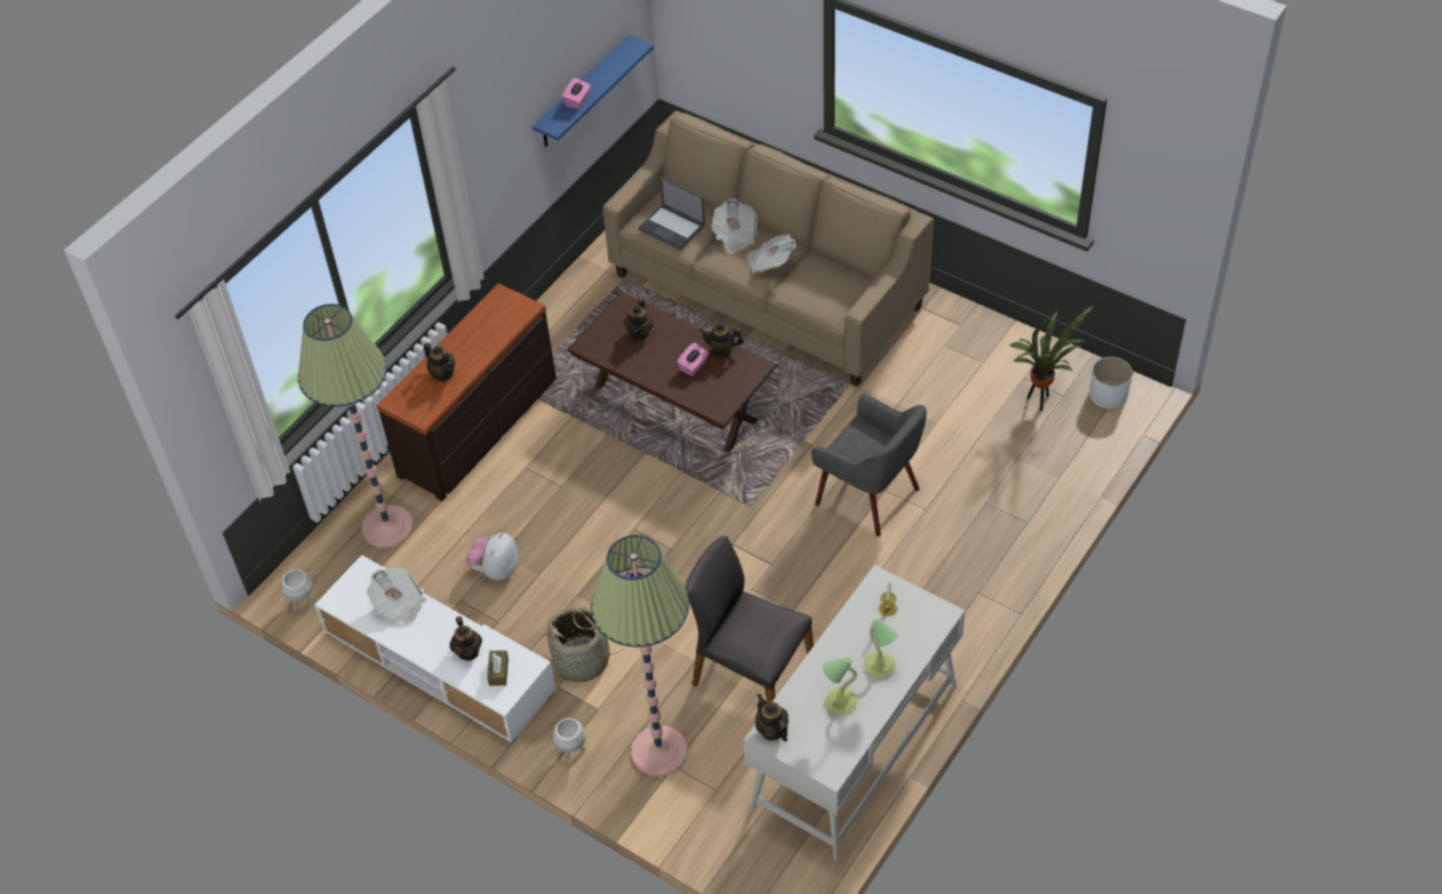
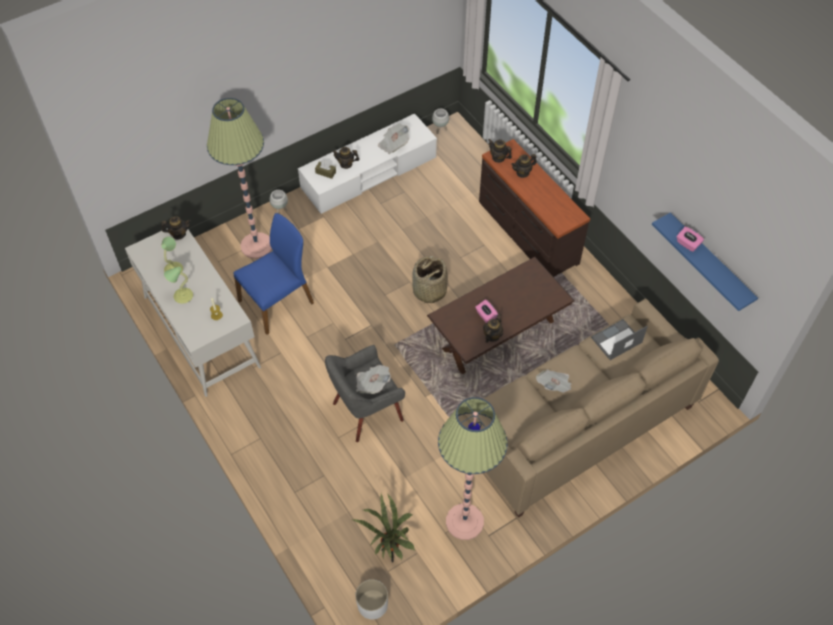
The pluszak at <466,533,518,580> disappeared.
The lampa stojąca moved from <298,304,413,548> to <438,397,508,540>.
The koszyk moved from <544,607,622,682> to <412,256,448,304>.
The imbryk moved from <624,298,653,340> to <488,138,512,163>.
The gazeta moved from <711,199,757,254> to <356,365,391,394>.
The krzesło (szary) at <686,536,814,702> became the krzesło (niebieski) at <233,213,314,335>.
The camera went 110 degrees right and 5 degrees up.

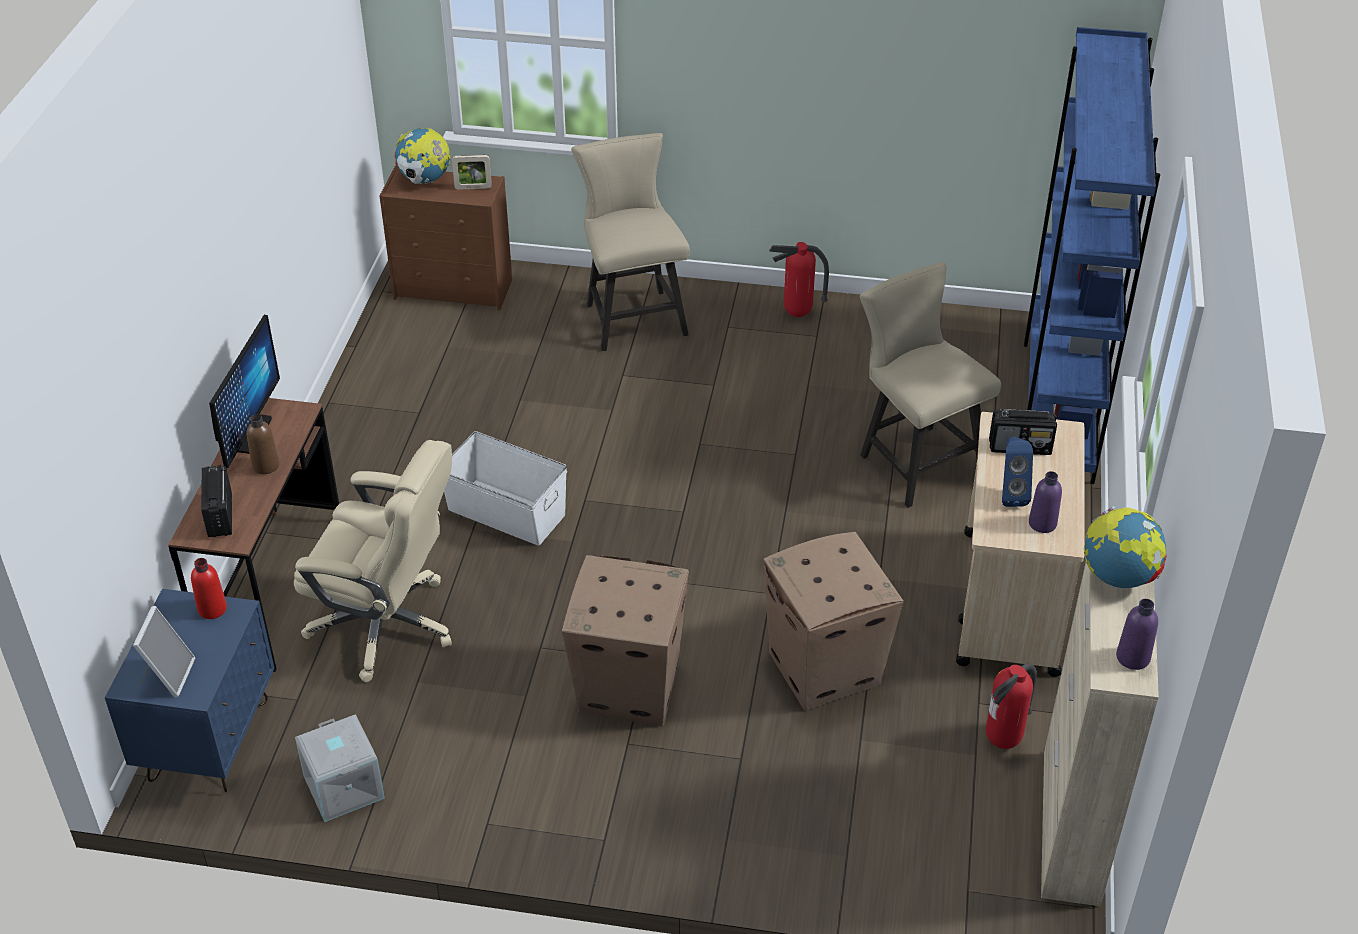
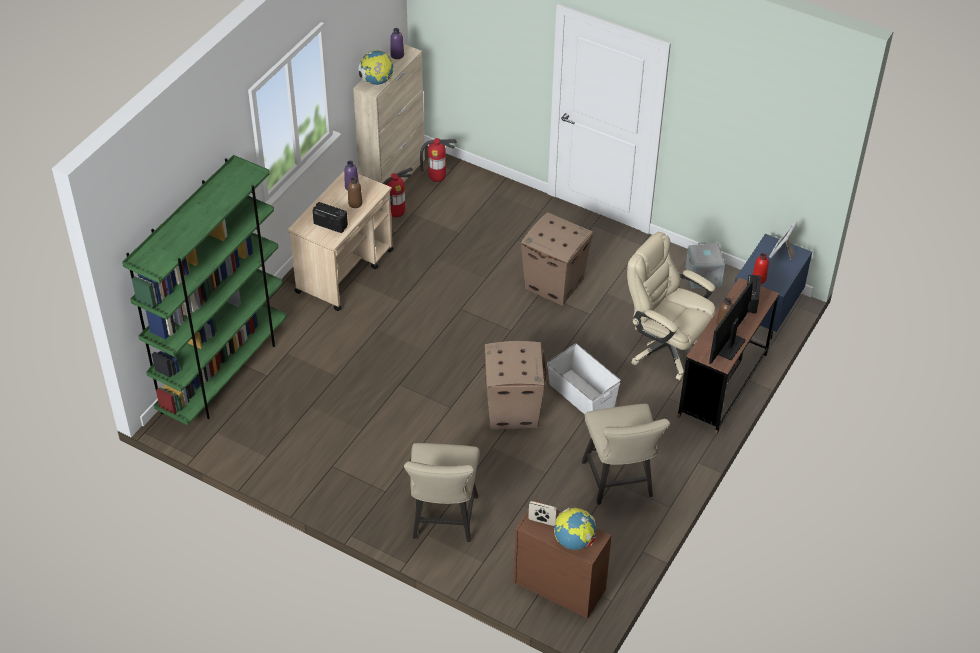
The karton moved from <763,532,904,710> to <485,341,547,430>.
The gaśnica moved from <769,242,829,317> to <420,138,457,182>.
The krzesło (beżowy) moved from <860,262,1001,508> to <582,404,670,505>.
The głośnik (niebieski) at <1002,437,1033,507> was replaced by the butelka (brązowy) at <348,177,363,208>.
The regał (niebieski) at <1024,27,1160,484> became the regał (zielony) at <122,155,287,425>.
The camera went 160 degrees left and 5 degrees up.

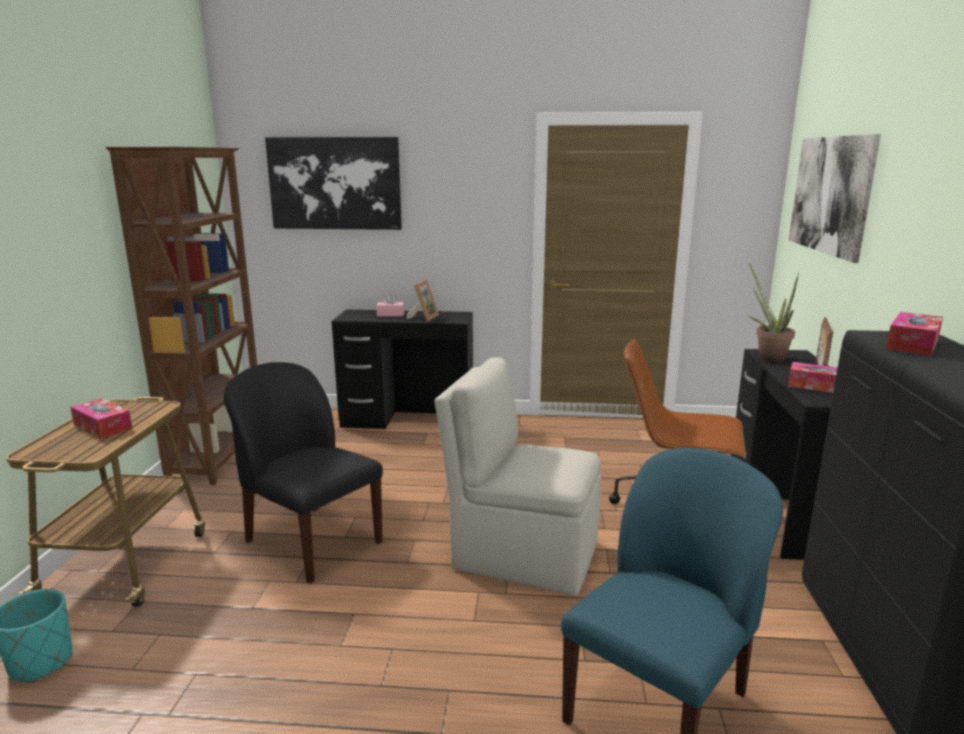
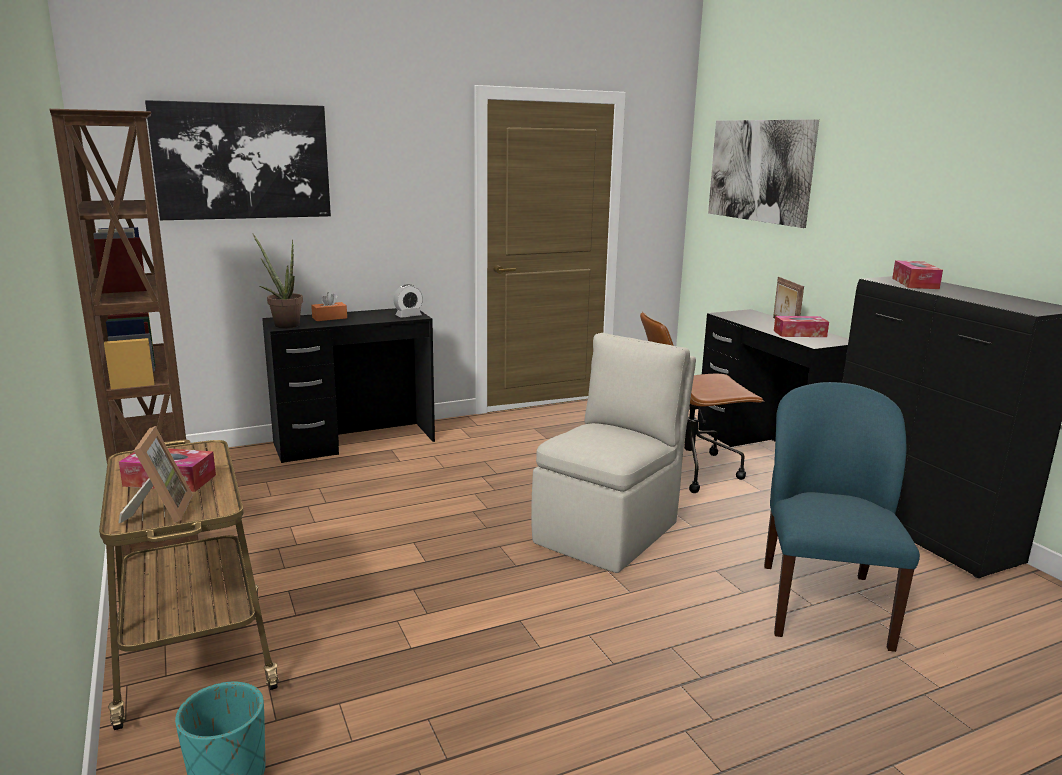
The krzesło (czarny) at <224,362,383,584> disappeared.
The budzik at <394,284,423,318> appeared.
The ramka na zdjęcie moved from <406,280,439,321> to <118,426,193,523>.
The roślina doniczkowa moved from <748,263,799,363> to <252,233,303,329>.
The pudełko chusteczek (różowy) at <376,293,405,316> became the pudełko chusteczek (pomarańczowy) at <311,292,347,321>.
The krzesło (beżowy) at <434,357,601,596> turned 135 degrees clockwise.
The camera went 30 degrees left and 0 degrees up.

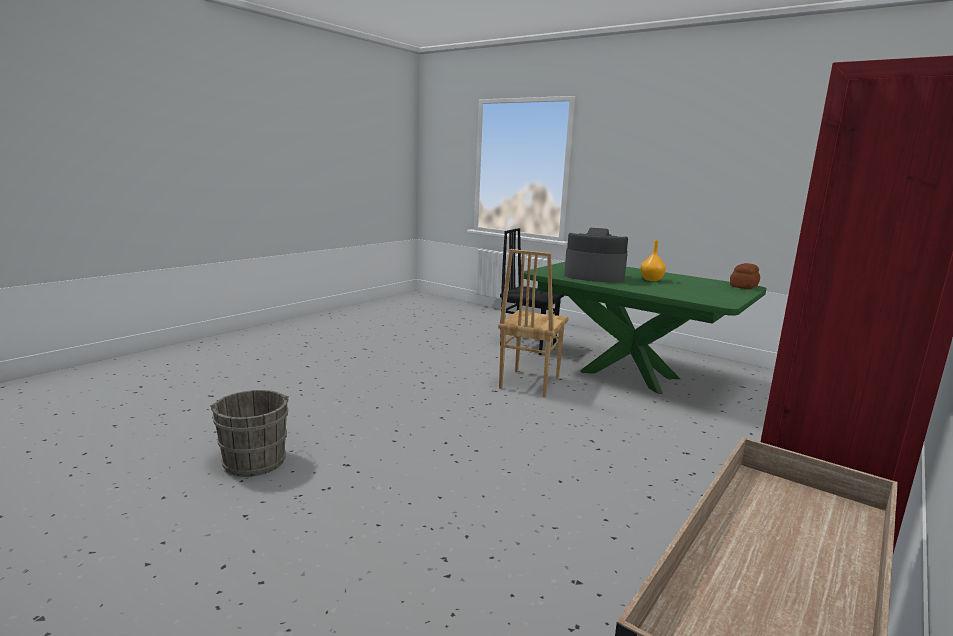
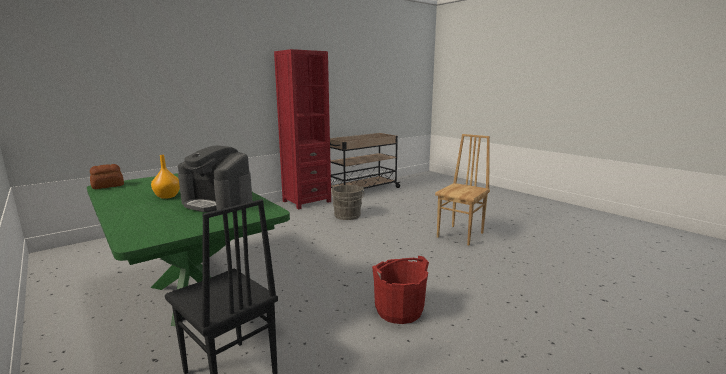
The wiadro (czerwony) at <372,256,429,324> appeared.
The wiadro (szary) moved from <210,390,289,477> to <331,185,364,220>.
The krzesło (brązowy) moved from <498,249,568,397> to <435,134,490,246>.
The camera went 165 degrees left and 0 degrees up.

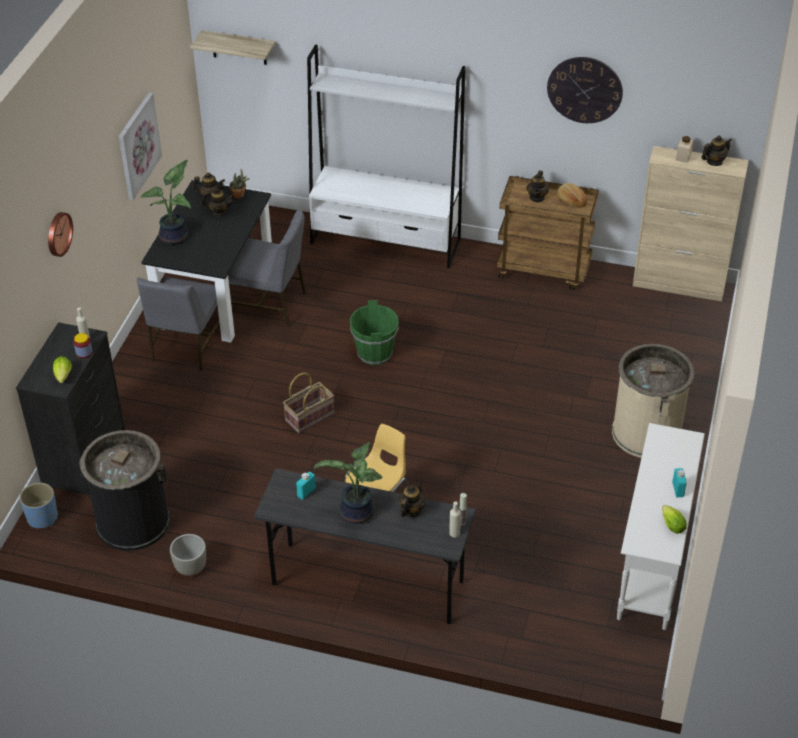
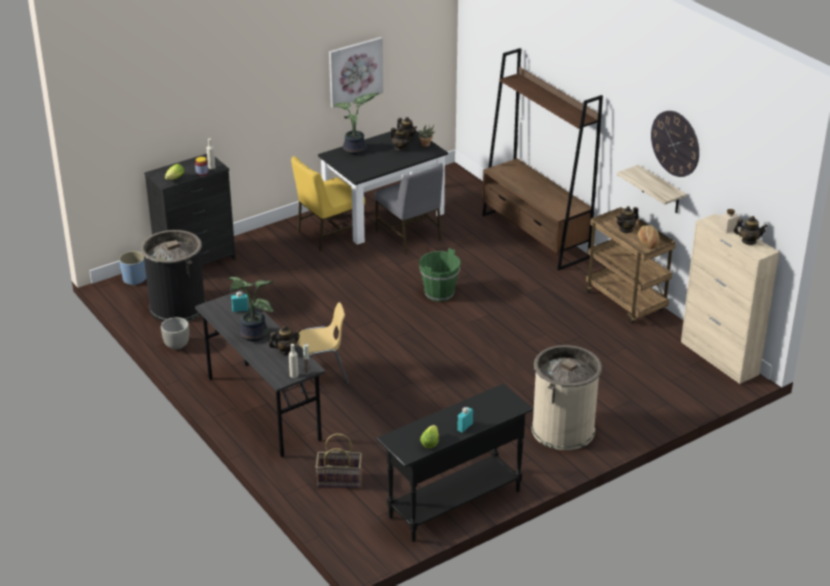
The zegar ścienny at <48,212,73,257> disappeared.
The półka moved from <190,30,275,65> to <617,165,687,213>.
The koszyk moved from <283,373,334,433> to <316,433,362,487>.
The krzesło (szary) at <137,277,220,371> became the krzesło (żółty) at <291,156,365,251>.
The regał (biały) at <307,44,465,268> became the regał (brązowy) at <482,48,603,271>.
The stolik konsolowy (biały) at <617,423,705,630> became the stolik konsolowy (czarny) at <376,383,534,542>.
The camera went 40 degrees right and 10 degrees down.

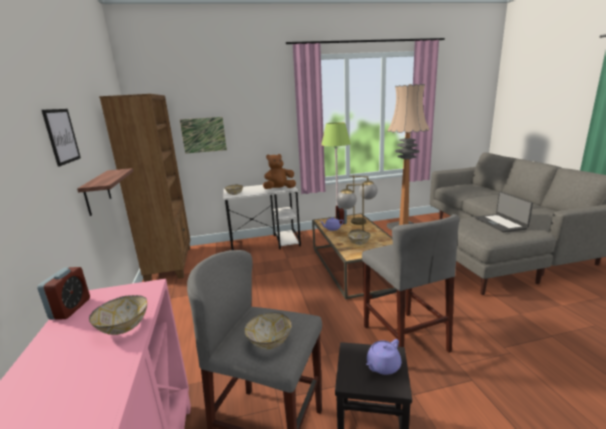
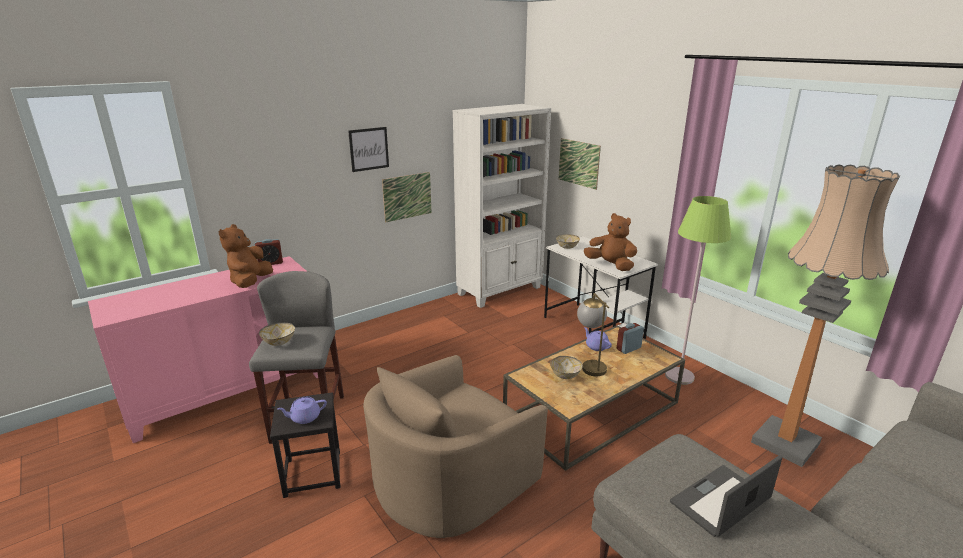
The lampa stołowa at <349,175,378,225> disappeared.
The półka at <77,168,133,216> was replaced by the obraz at <382,172,432,222>.
The miska at <89,295,147,335> was replaced by the pluszak (brązowy) at <219,224,273,288>.
The stołek (szary) at <362,214,459,353> was replaced by the fotel (beżowy) at <363,355,548,538>.
The regał (brązowy) at <99,94,190,282> became the regał (biały) at <452,104,551,308>.
The imbryk (fioletowy) at <366,339,401,375> turned 45 degrees counterclockwise.
The camera went 65 degrees right and 5 degrees up.

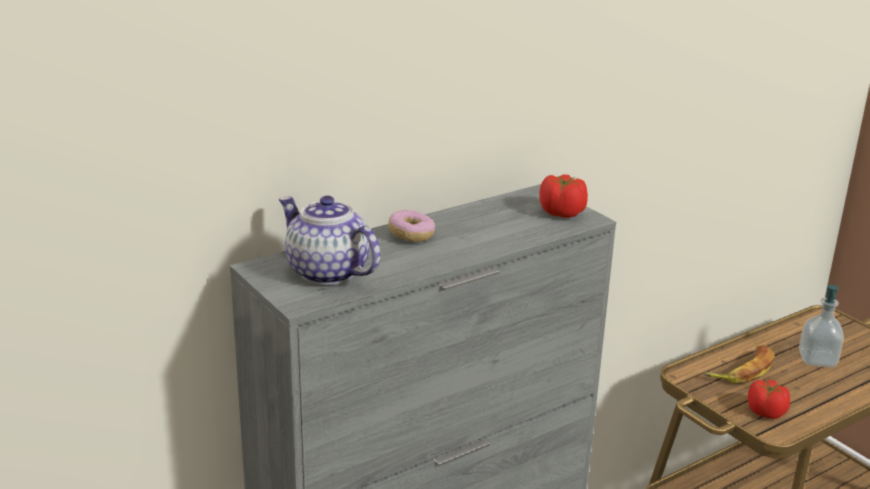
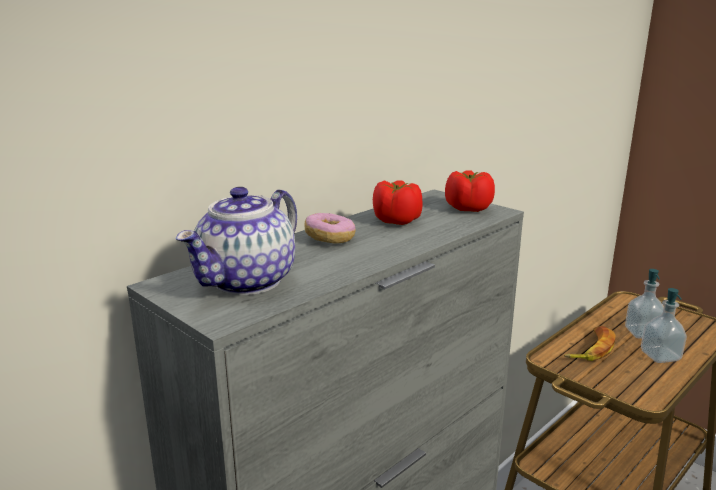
The dozownik mydła at <641,288,687,363> appeared.
The pomidor moved from <748,380,790,419> to <373,180,423,225>.
The imbryk at <279,195,381,285> turned 90 degrees counterclockwise.
The camera went 10 degrees left and 5 degrees down.

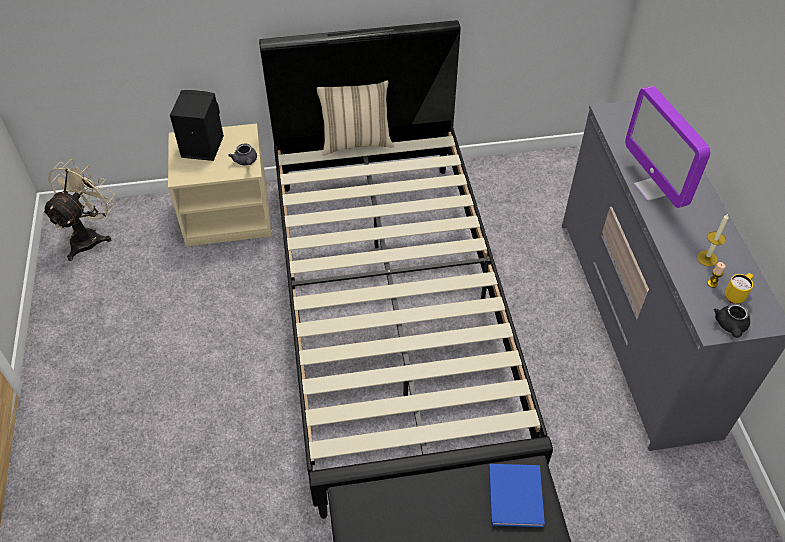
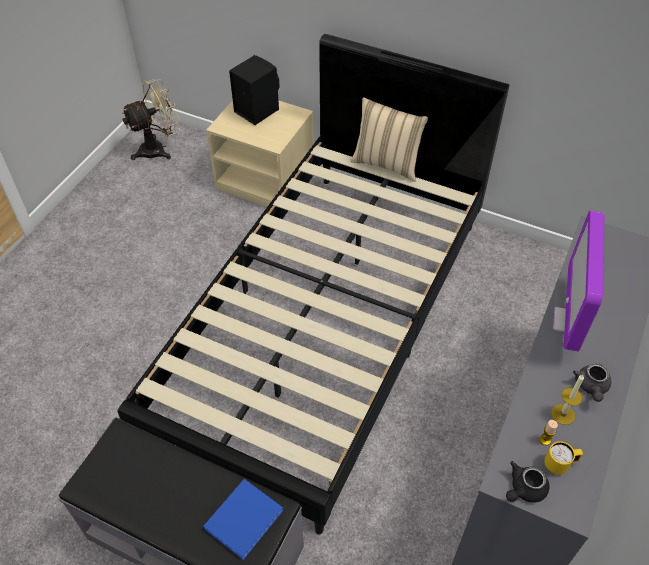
The imbryk (szary) moved from <228,143,257,165> to <573,363,611,402>.
The camera went 35 degrees right and 0 degrees up.

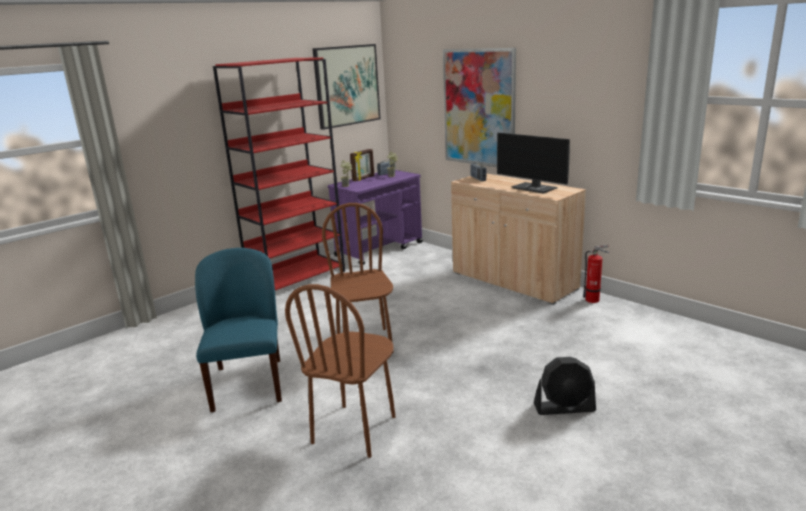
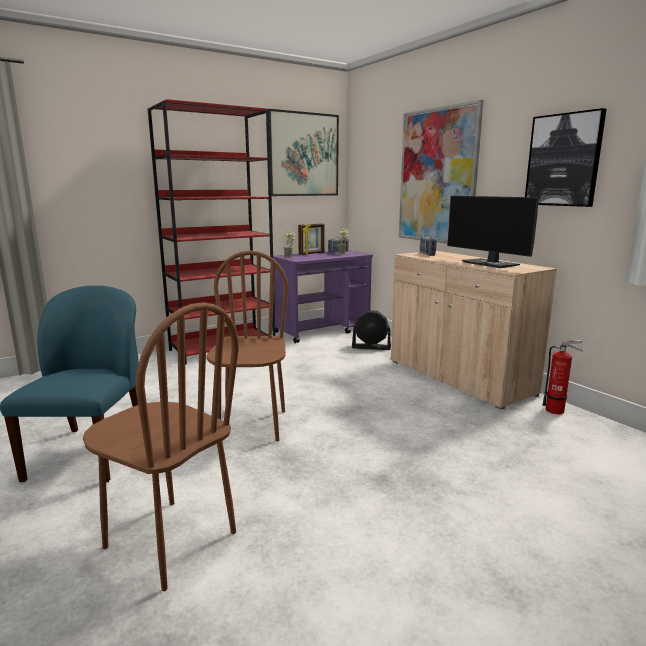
The obraz at <525,108,607,207> appeared.
The wentylator (czarny) moved from <534,357,596,415> to <352,310,391,350>.
The krzesło (brązowy) at <285,284,396,458> turned 90 degrees counterclockwise.
The camera went 10 degrees right and 5 degrees down.

